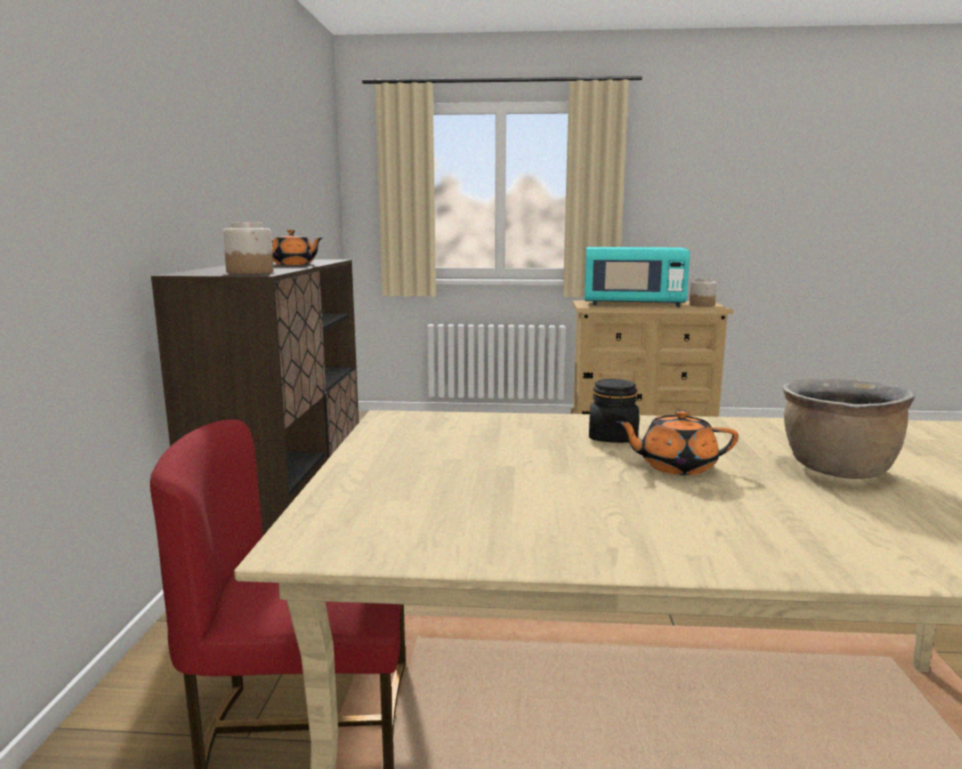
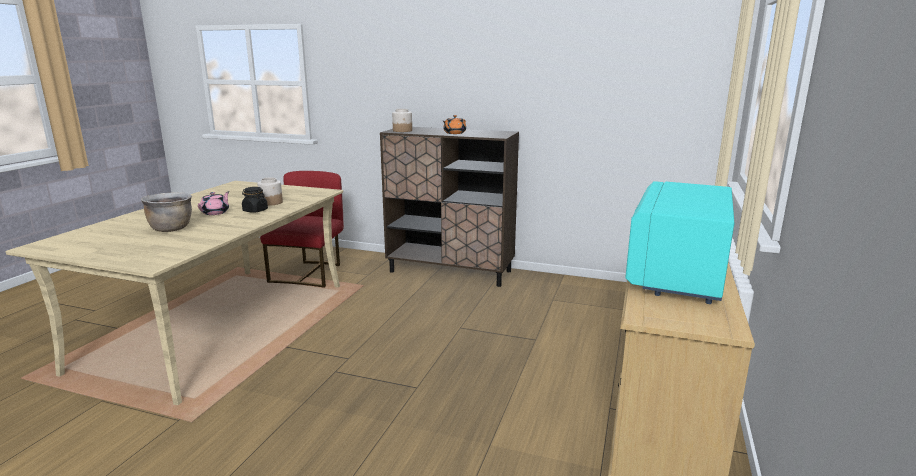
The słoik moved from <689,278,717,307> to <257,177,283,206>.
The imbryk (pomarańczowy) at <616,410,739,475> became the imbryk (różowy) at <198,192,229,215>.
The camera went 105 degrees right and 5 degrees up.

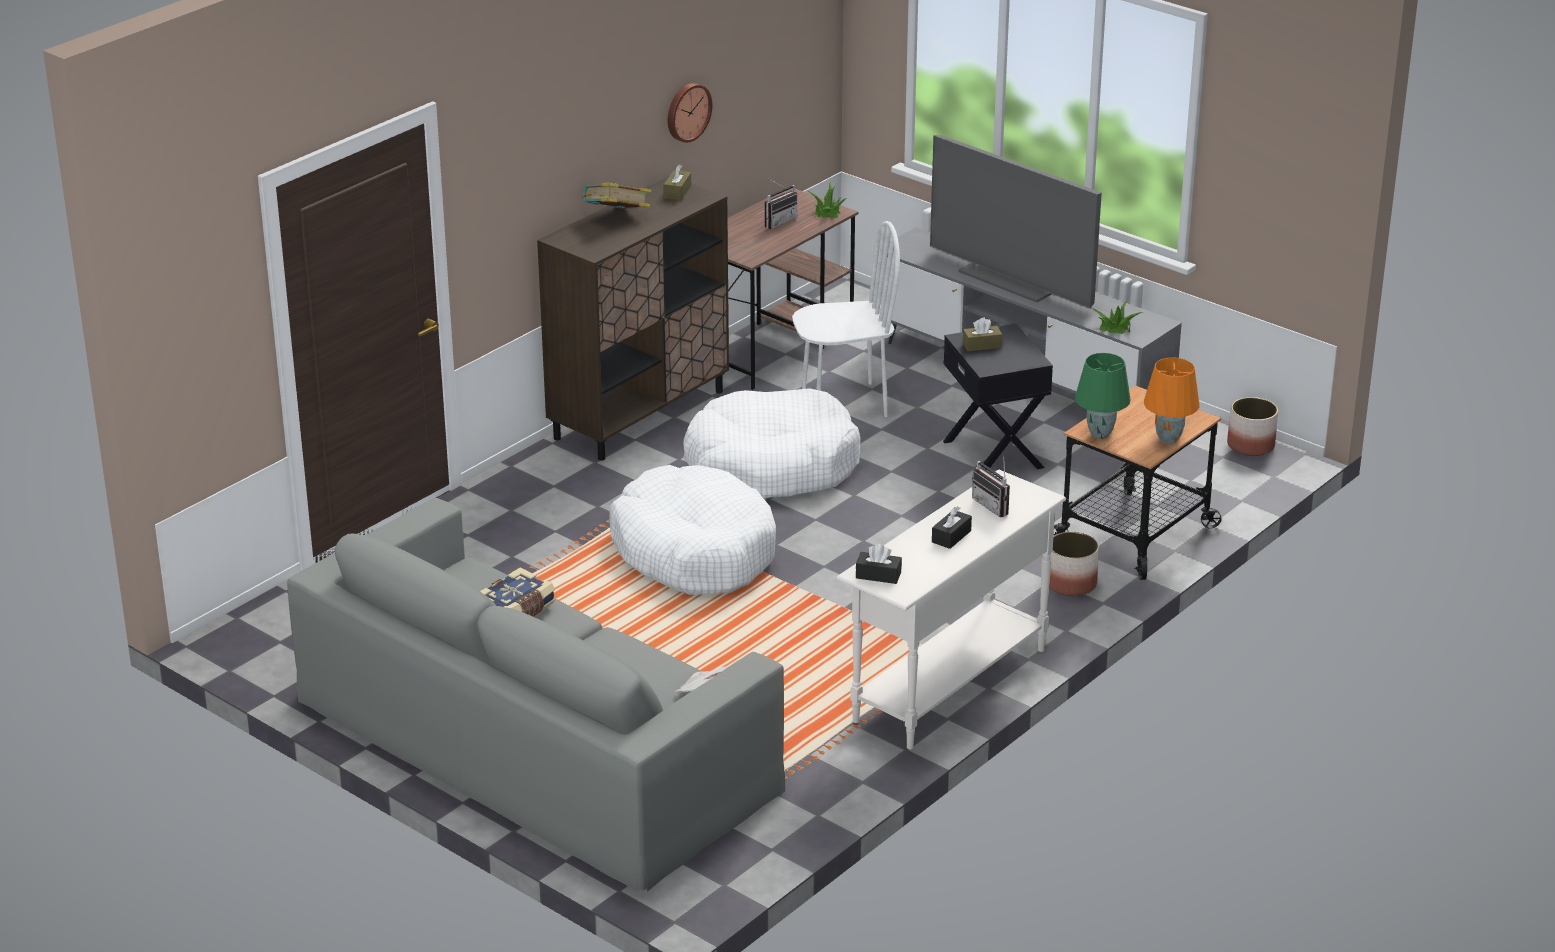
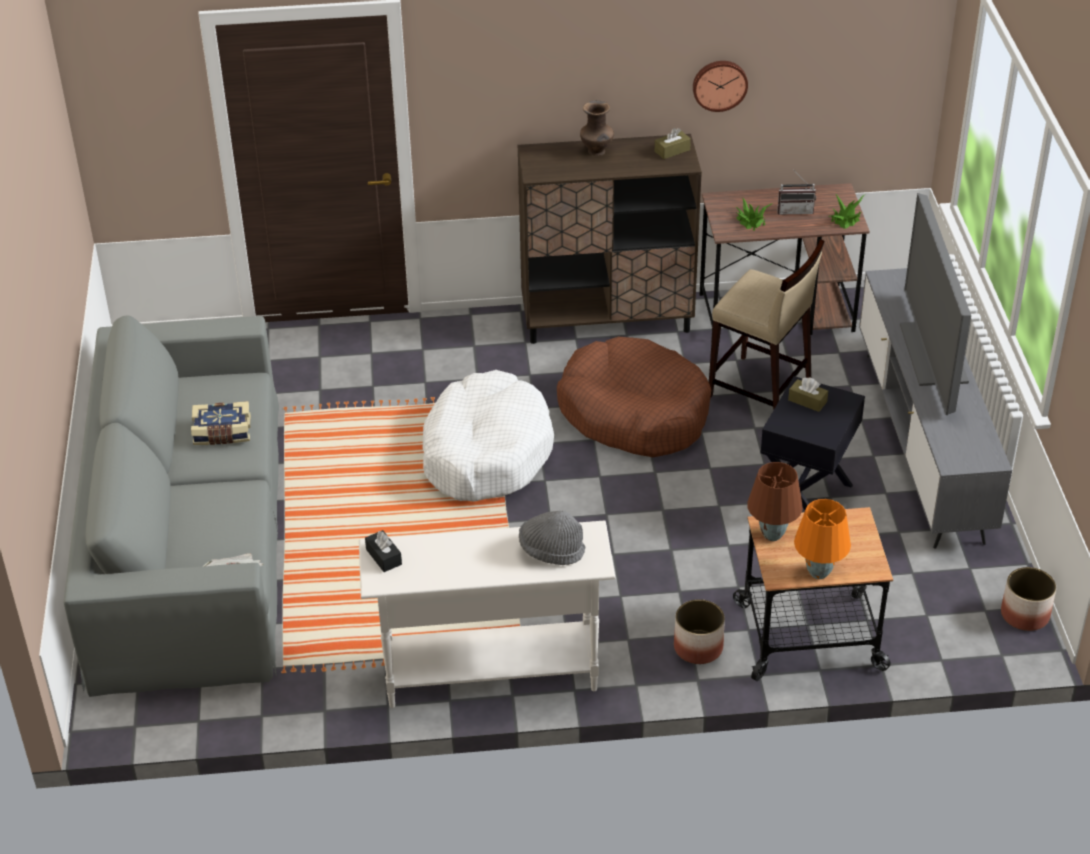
The pudełko chusteczek (czarny) at <932,506,972,549> disappeared.
The roślina doniczkowa moved from <1092,300,1144,334> to <736,197,773,231>.
The książka at <582,183,651,209> was replaced by the wazon (brązowy) at <580,100,614,156>.
The krzesło (biały) at <792,221,900,417> was replaced by the stołek (beżowy) at <709,239,825,410>.
The radio at <972,453,1010,517> was replaced by the kapelusz (szary) at <519,511,585,565>.
The legowisko (biały) at <683,388,861,499> became the legowisko (brązowy) at <557,337,711,457>.
The lampa stołowa (zielony) at <1075,353,1131,439> became the lampa stołowa (brązowy) at <747,462,803,541>.
The camera went 45 degrees right and 10 degrees up.

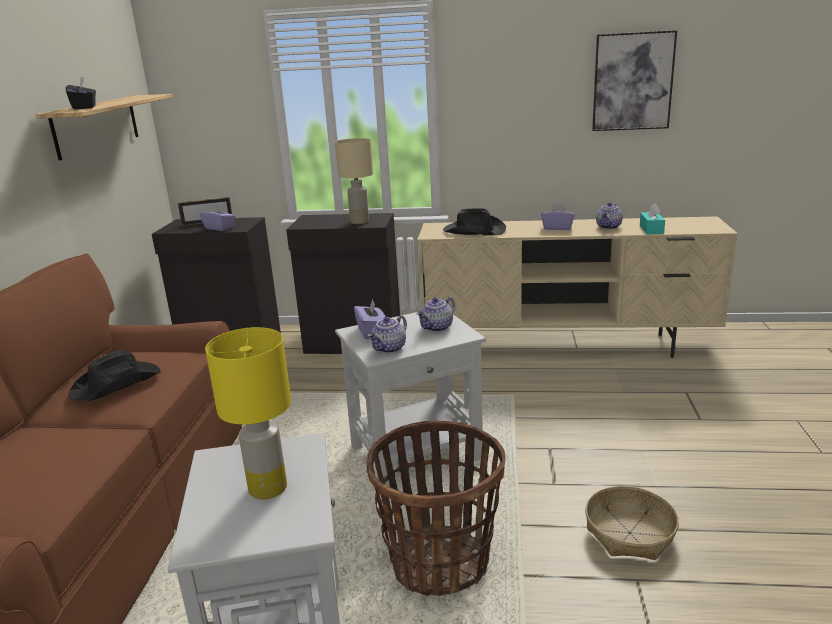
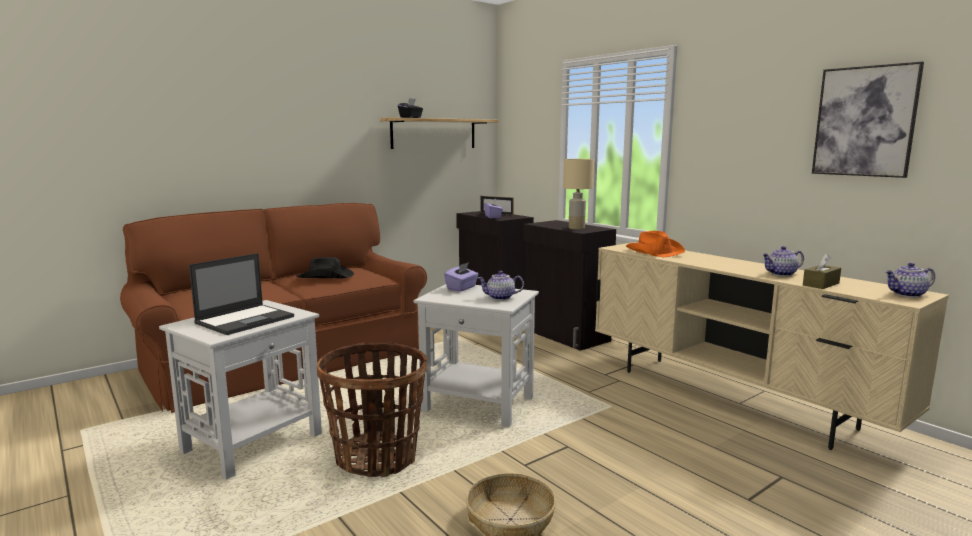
The pudełko chusteczek (fioletowy) at <541,203,575,230> disappeared.
The imbryk moved from <368,315,407,353> to <885,263,935,297>.
The lampa stołowa (żółty) at <205,327,291,499> was replaced by the laptop at <189,253,294,335>.
The kapelusz (czarny) at <443,208,506,236> became the kapelusz (pomarańczowy) at <626,231,685,258>.
The pudełko chusteczek (turkusowy) at <640,203,665,234> became the pudełko chusteczek (brązowy) at <803,253,841,289>.
The camera went 45 degrees right and 10 degrees down.

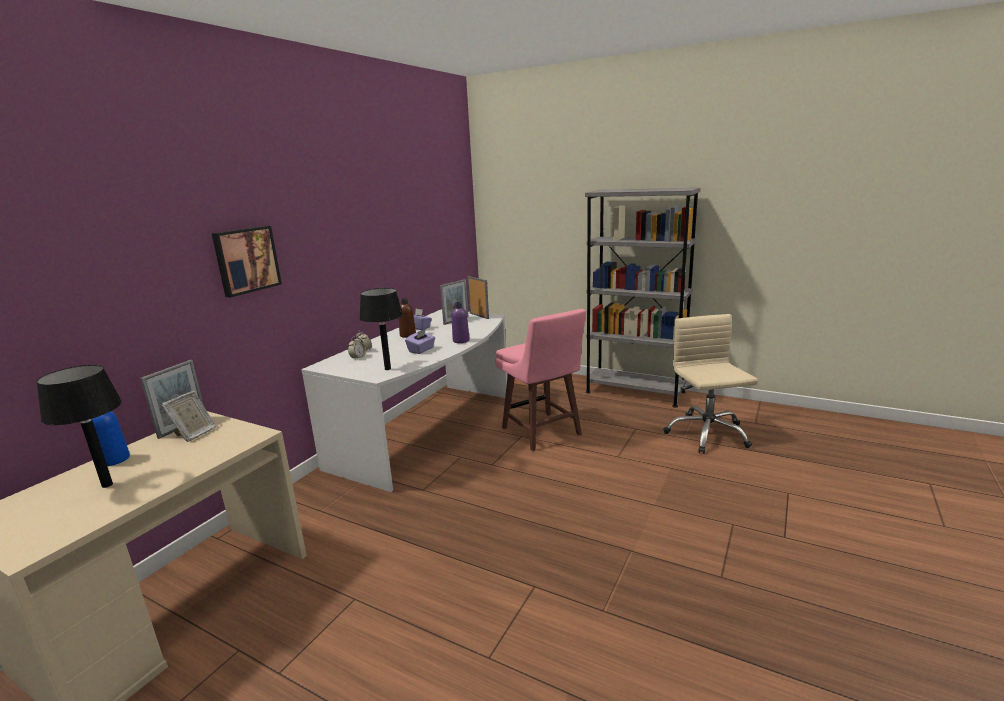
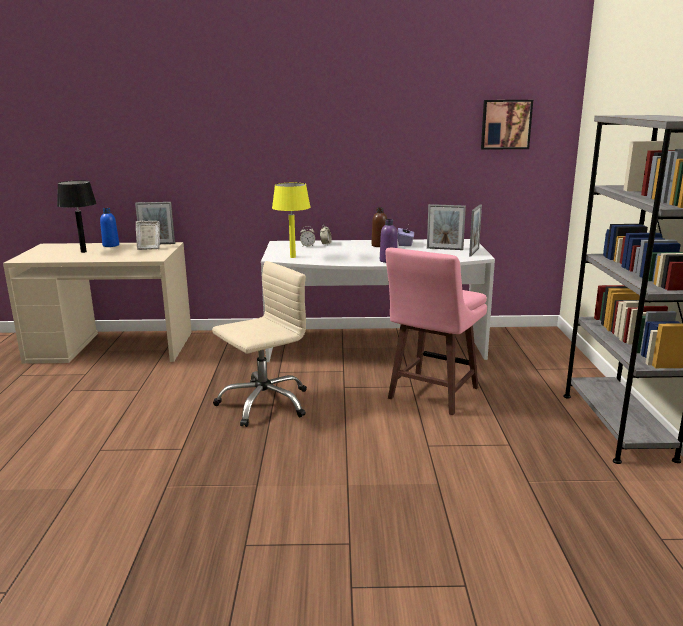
The pudełko chusteczek (fioletowy) at <405,329,435,354> disappeared.
The obraz moved from <212,226,282,297> to <481,100,533,150>.
The krzesło biurowe (beżowy) moved from <663,314,758,454> to <212,261,307,427>.
The lampa stołowa (czarny) at <359,288,403,370> became the lampa stołowa (żółty) at <272,183,311,258>.
The camera went 60 degrees right and 0 degrees up.

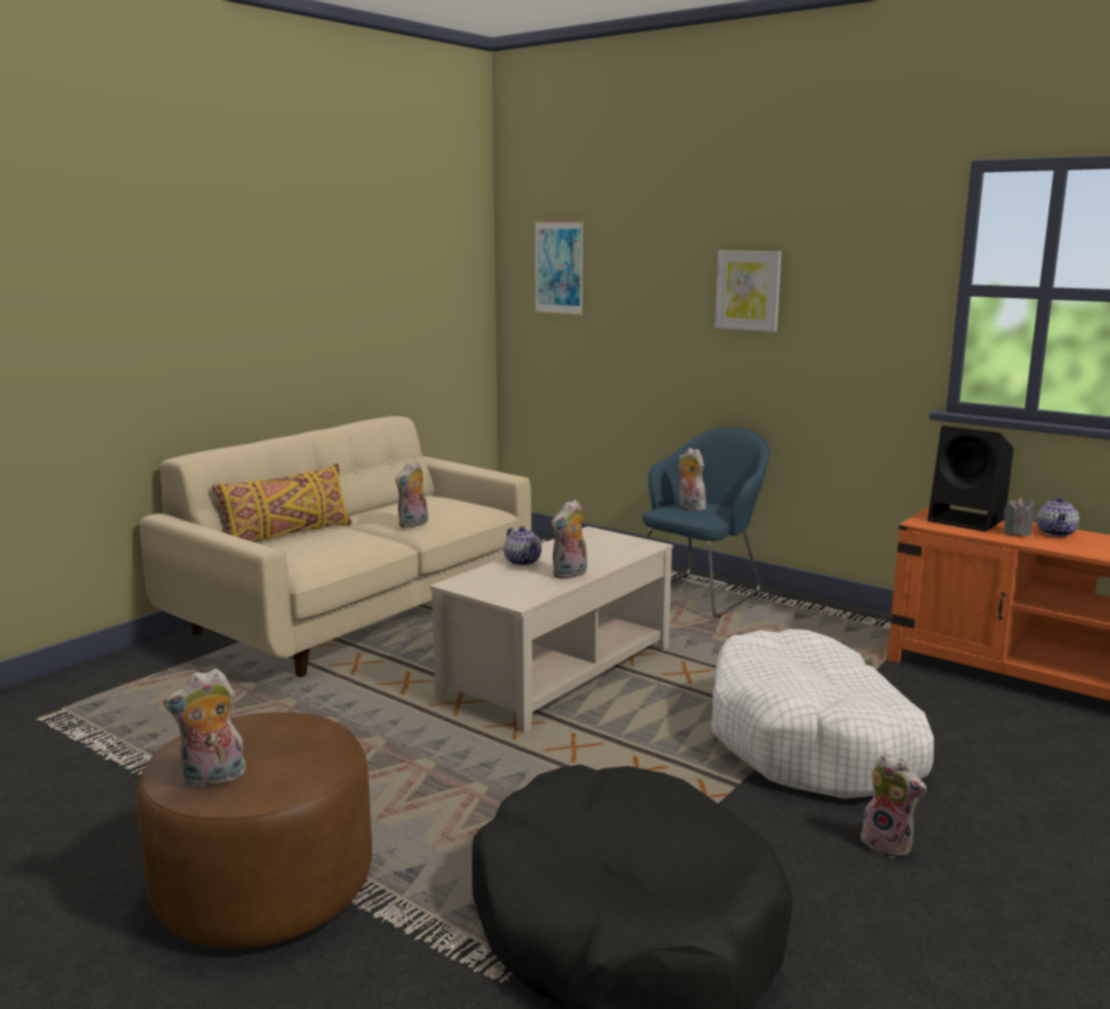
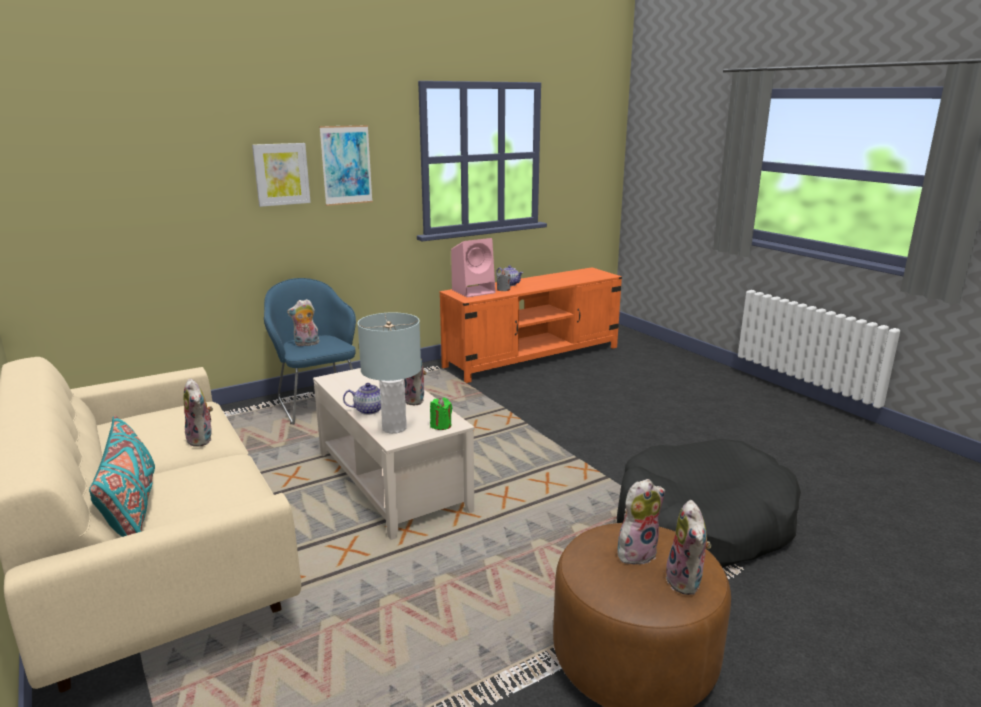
The legowisko (biały) at <711,629,934,799> disappeared.
The lampa stołowa (szary) at <357,312,421,434> appeared.
The świeca (zielony) at <430,398,453,430> appeared.
The obraz moved from <534,221,584,316> to <319,125,373,206>.
The pluszak moved from <858,753,927,858> to <617,479,665,567>.
The poduszka (żółty) at <212,464,352,542> became the poduszka (turkusowy) at <89,416,155,537>.
The głośnik (czarny) at <928,426,1014,532> became the głośnik (różowy) at <451,238,496,297>.
The camera went 70 degrees left and 5 degrees up.

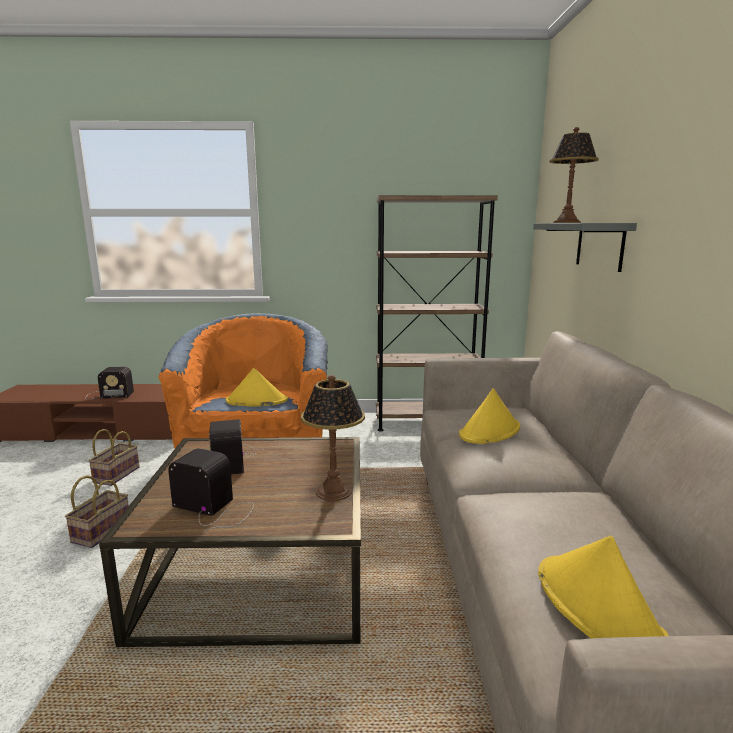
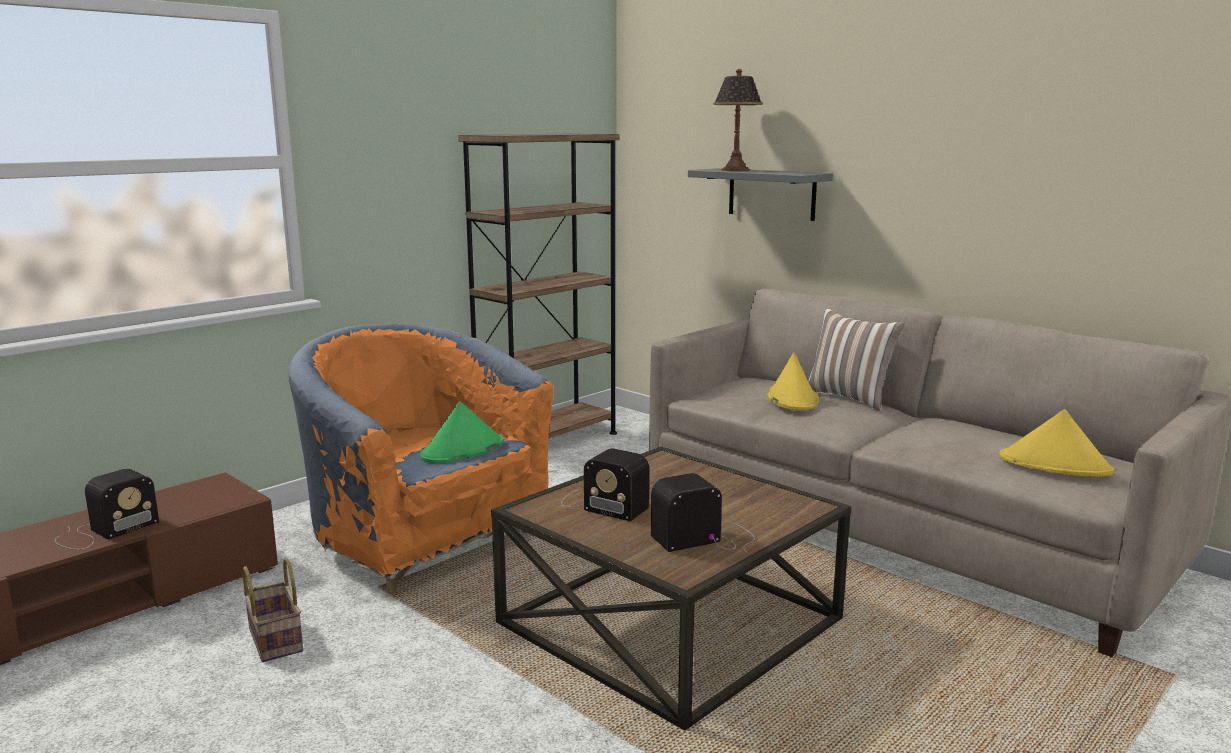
The koszyk at <65,475,129,548> disappeared.
The lampa stołowa at <301,375,365,501> disappeared.
The poduszka at <808,308,905,411> appeared.
The kapelusz (żółty) at <226,368,288,407> became the kapelusz (zielony) at <420,401,504,463>.
The camera went 45 degrees left and 0 degrees up.

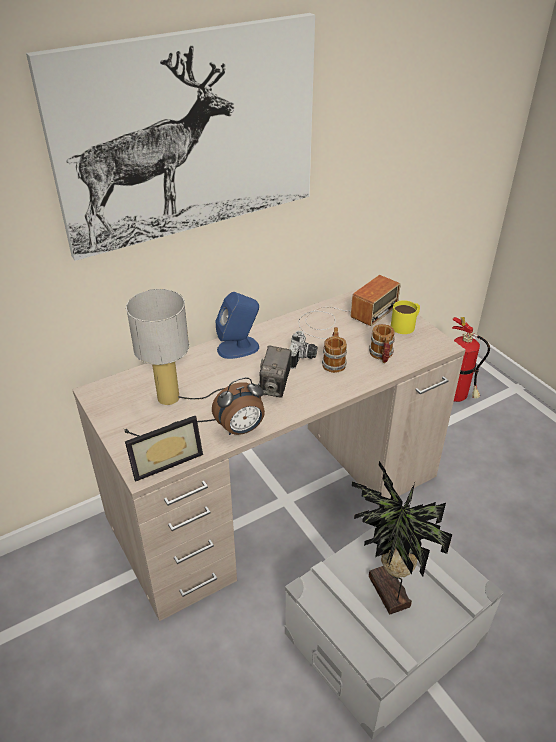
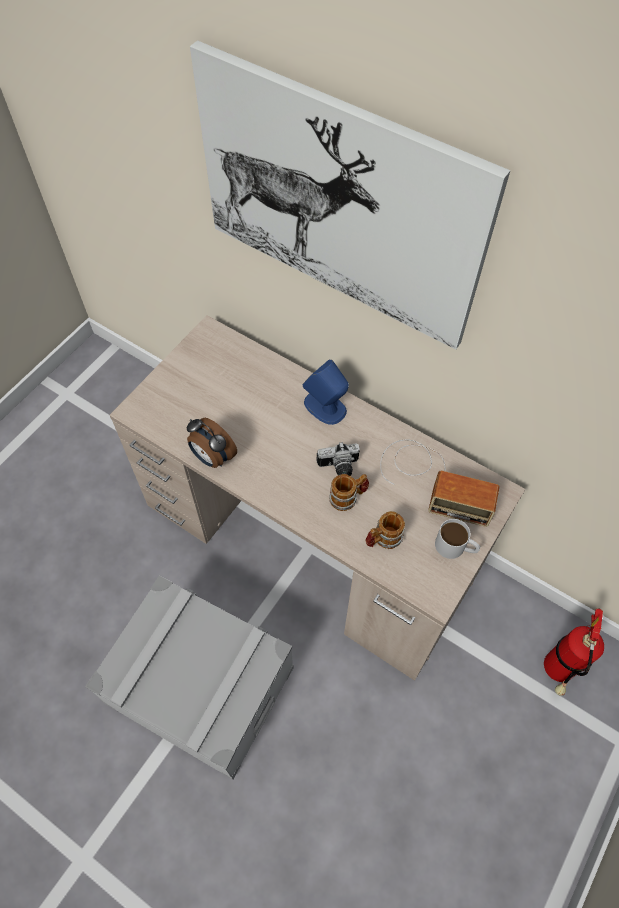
The lampa stołowa at <124,289,224,436> disappeared.
The ramka na zdjęcie at <125,416,203,482> disappeared.
The aparat fotograficzny at <259,346,291,398> disappeared.
The roślina doniczkowa at <352,461,453,615> disappeared.
The kubek (żółty) at <391,300,420,334> became the kubek (biały) at <435,519,480,559>.
The camera went 65 degrees right and 20 degrees up.

